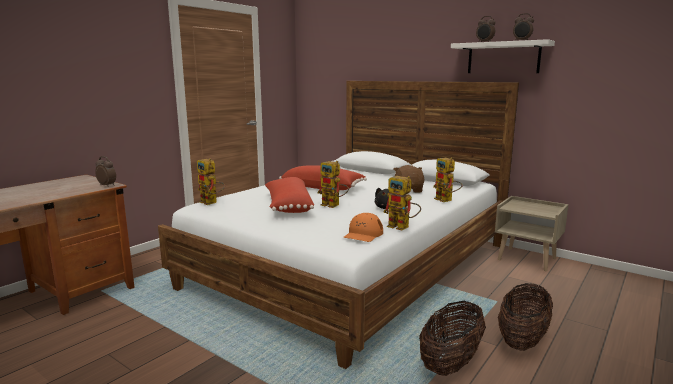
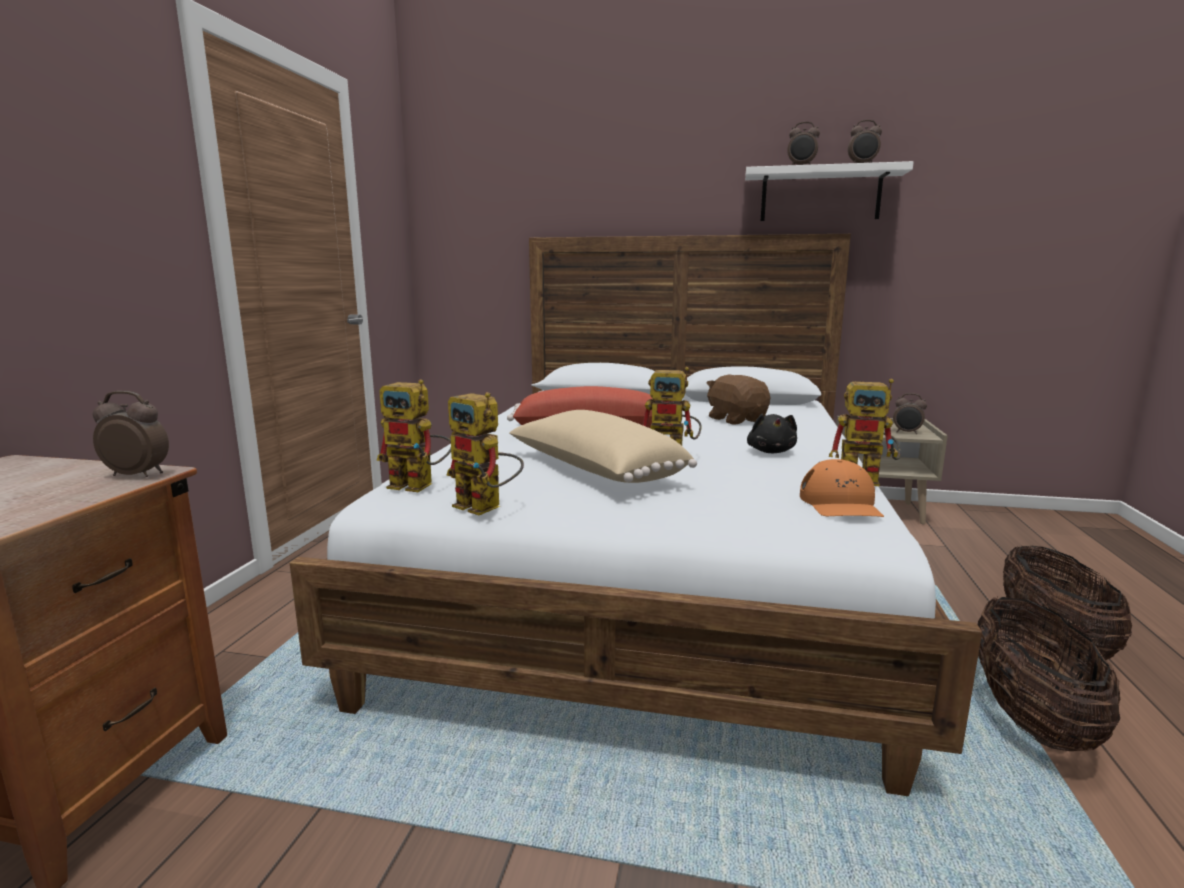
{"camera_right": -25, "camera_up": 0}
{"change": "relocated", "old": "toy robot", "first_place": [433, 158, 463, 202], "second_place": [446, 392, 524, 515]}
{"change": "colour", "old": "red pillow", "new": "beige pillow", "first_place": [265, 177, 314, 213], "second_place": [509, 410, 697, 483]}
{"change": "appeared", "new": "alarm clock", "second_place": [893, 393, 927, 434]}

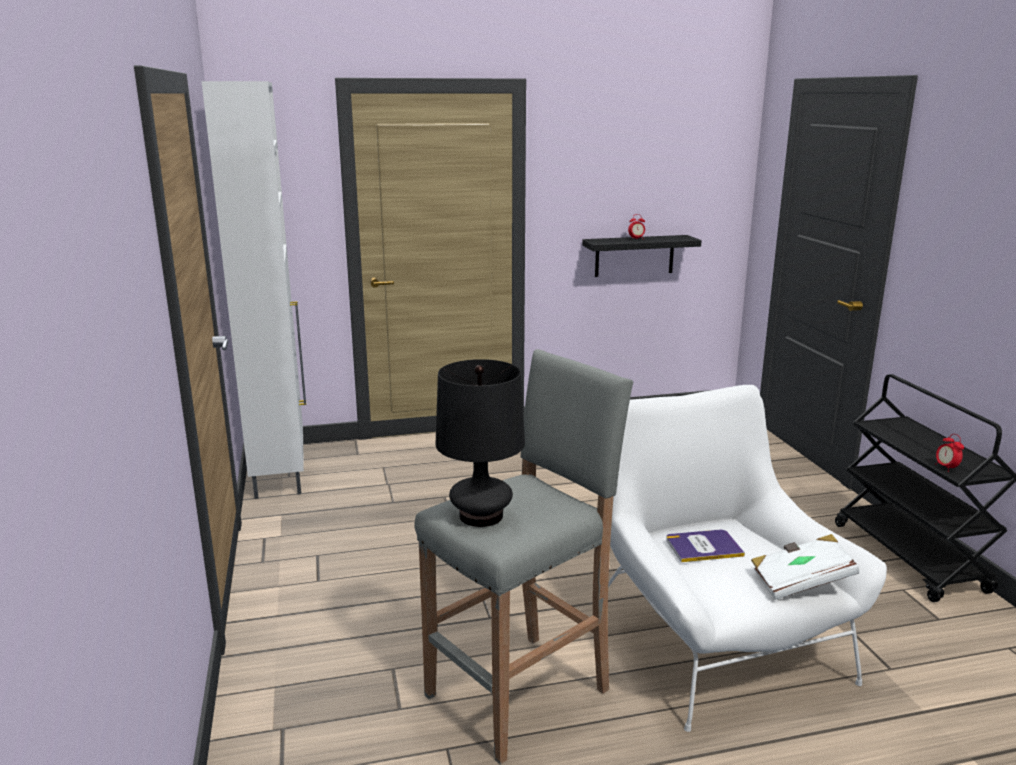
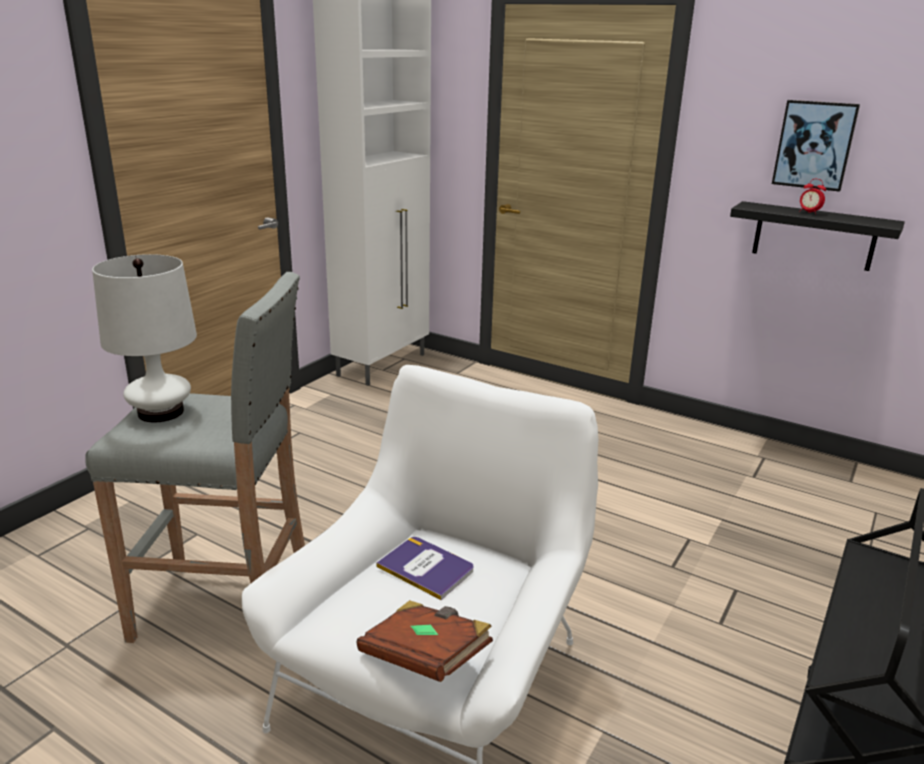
{"camera_right": 45, "camera_up": 5}
{"change": "colour", "old": "black table lamp", "new": "white table lamp", "first_place": [435, 359, 525, 527], "second_place": [92, 254, 197, 422]}
{"change": "missing", "old": "alarm clock", "first_place": [935, 434, 964, 472]}
{"change": "colour", "old": "white book", "new": "brown book", "first_place": [751, 534, 859, 600], "second_place": [357, 600, 493, 682]}
{"change": "appeared", "new": "picture", "second_place": [772, 100, 860, 192]}

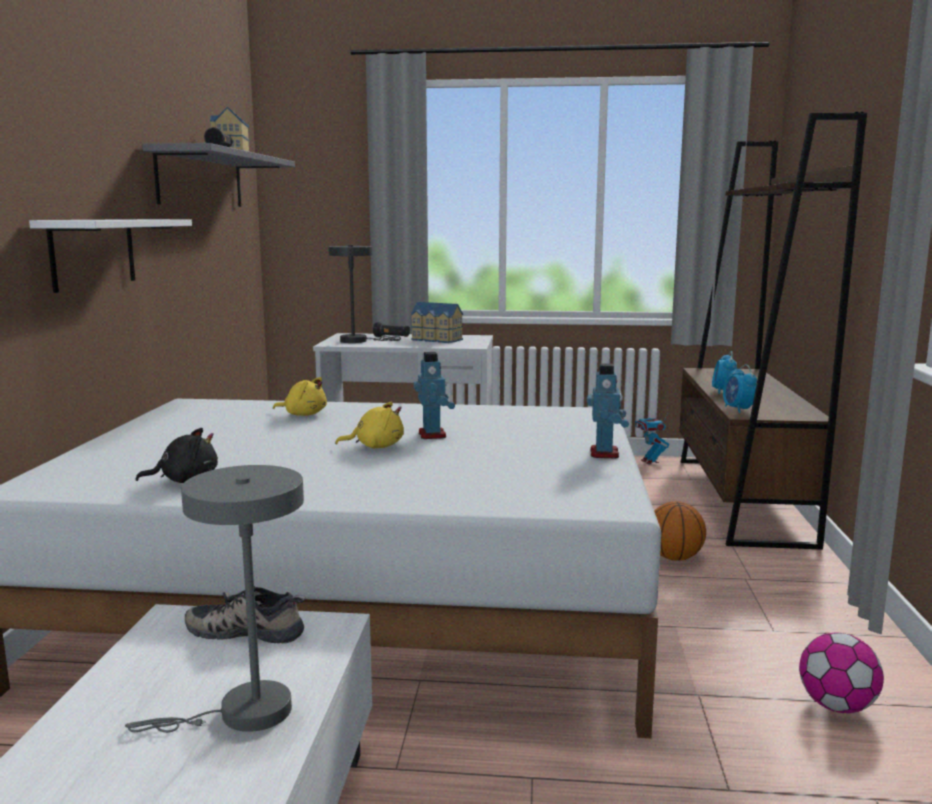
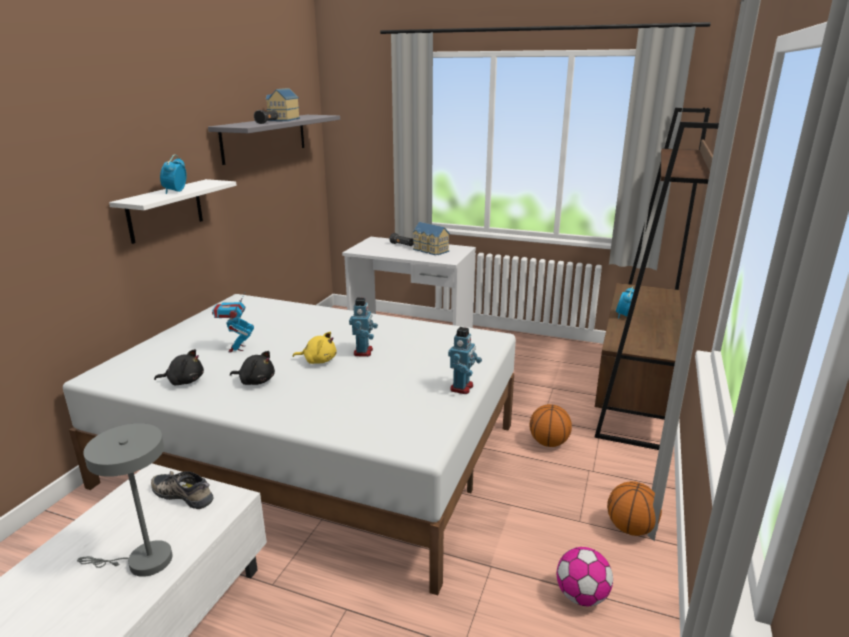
{"camera_right": 15, "camera_up": 10}
{"change": "missing", "old": "grey table lamp", "first_place": [328, 245, 401, 343]}
{"change": "relocated", "old": "alarm clock", "first_place": [723, 365, 757, 413], "second_place": [160, 154, 187, 194]}
{"change": "missing", "old": "yellow plush toy", "first_place": [273, 377, 327, 416]}
{"change": "relocated", "old": "toy robot", "first_place": [635, 414, 669, 464], "second_place": [212, 293, 254, 352]}
{"change": "appeared", "new": "black plush toy", "second_place": [230, 351, 275, 385]}
{"change": "appeared", "new": "basketball", "second_place": [607, 481, 662, 536]}

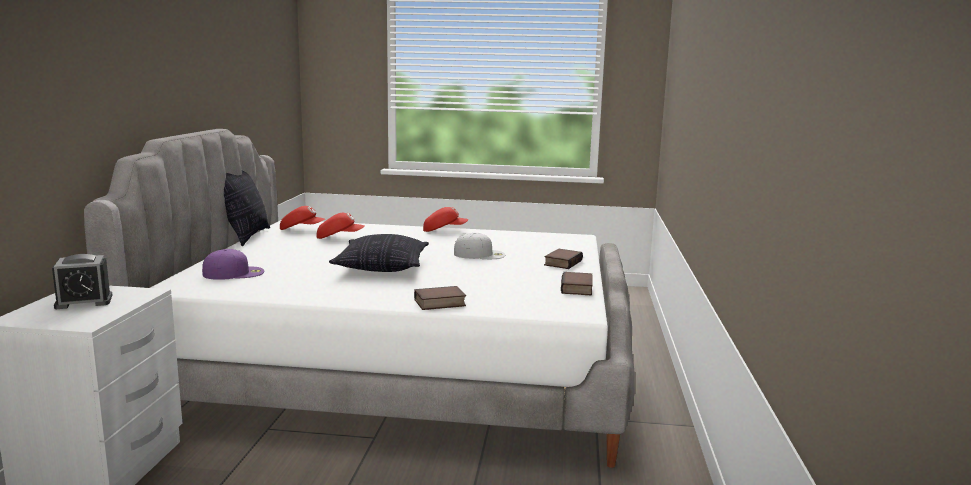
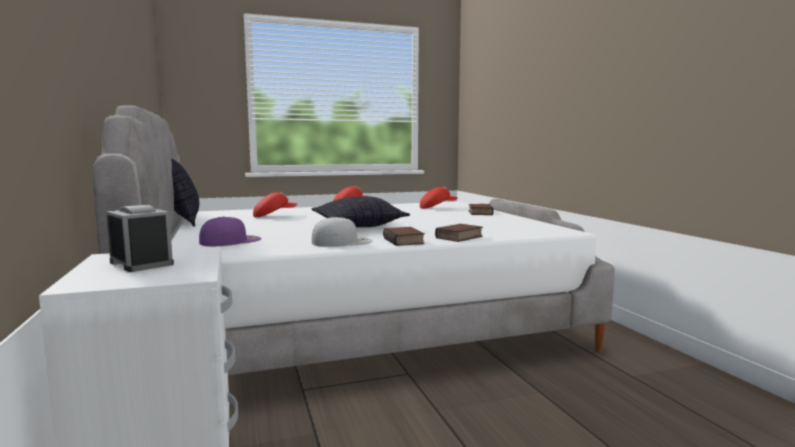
{"camera_right": -25, "camera_up": -5}
{"change": "relocated", "old": "red cap", "first_place": [280, 206, 325, 230], "second_place": [420, 187, 458, 209]}
{"change": "relocated", "old": "white cap", "first_place": [454, 233, 505, 259], "second_place": [312, 217, 372, 247]}
{"change": "spun", "old": "alarm clock", "first_place": [52, 254, 113, 309], "second_place": [106, 205, 174, 272], "degrees": -90}
{"change": "relocated", "old": "book", "first_place": [561, 272, 593, 296], "second_place": [383, 227, 425, 246]}

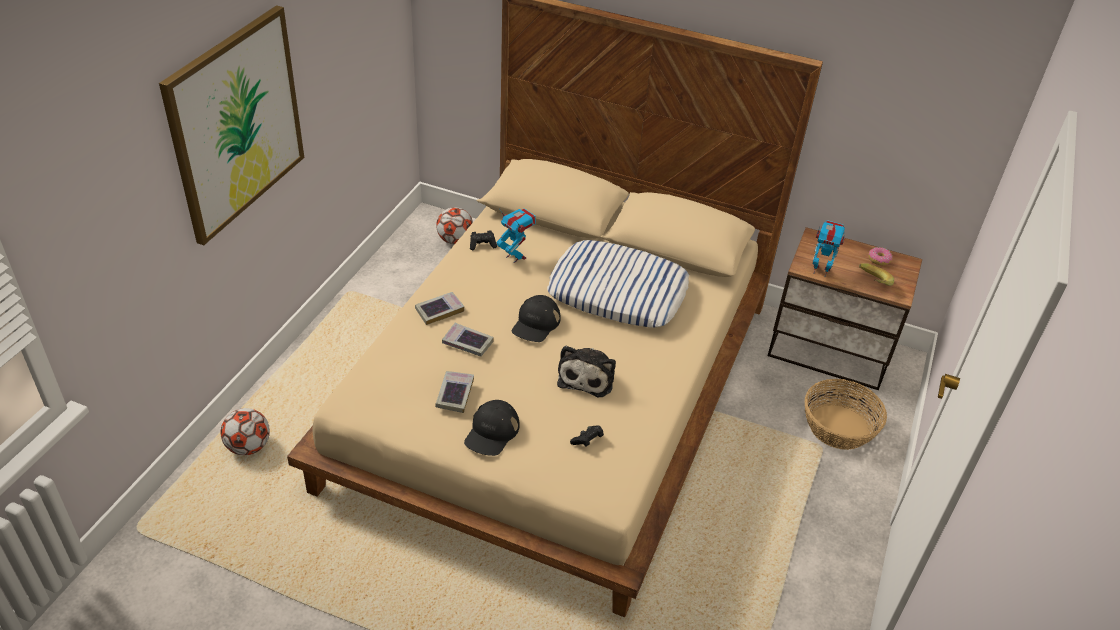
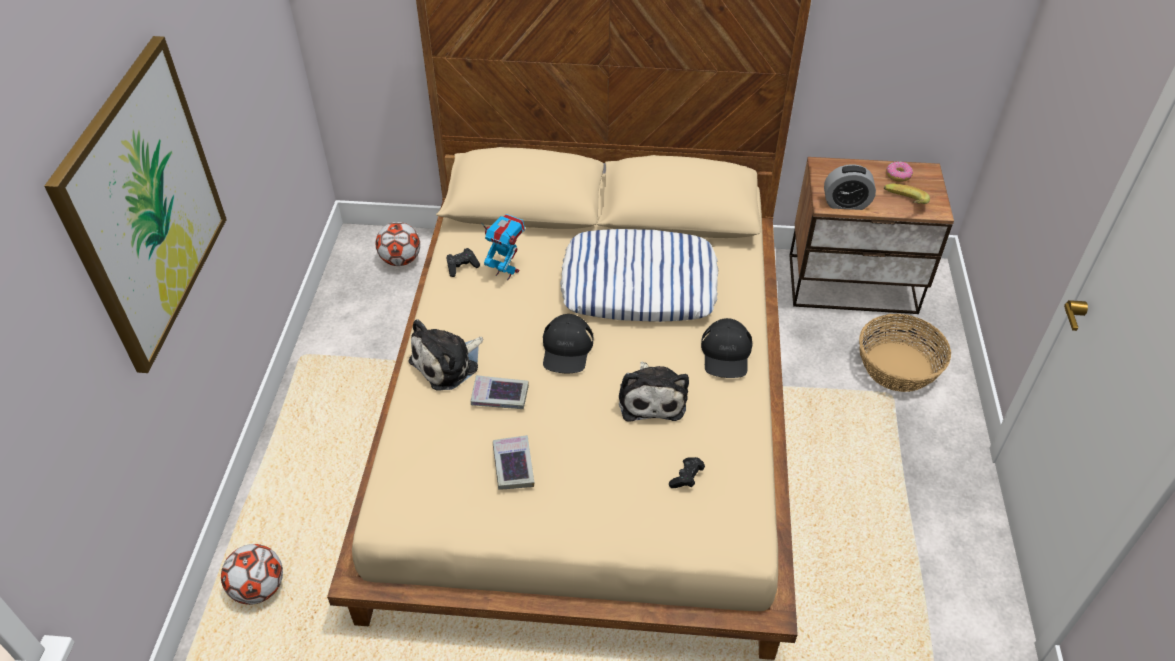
{"camera_right": -15, "camera_up": 5}
{"change": "exchanged", "old": "toy robot", "new": "alarm clock", "first_place": [812, 220, 845, 276], "second_place": [824, 164, 876, 210]}
{"change": "exchanged", "old": "book", "new": "plush toy", "first_place": [415, 292, 464, 325], "second_place": [409, 319, 483, 391]}
{"change": "relocated", "old": "black cap", "first_place": [464, 400, 519, 456], "second_place": [701, 318, 752, 378]}

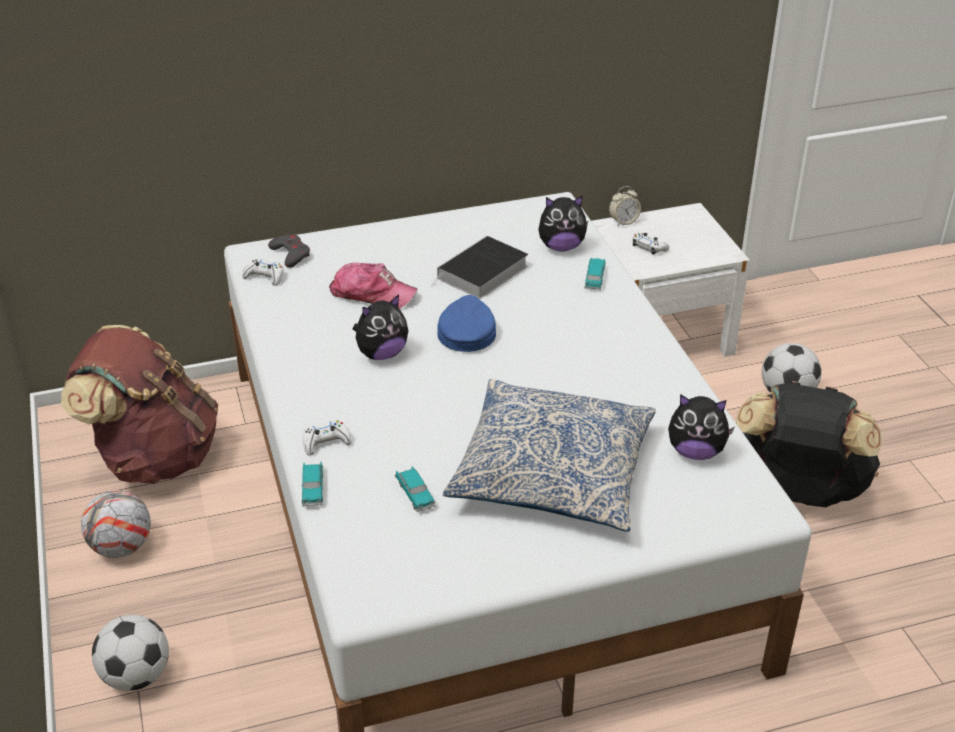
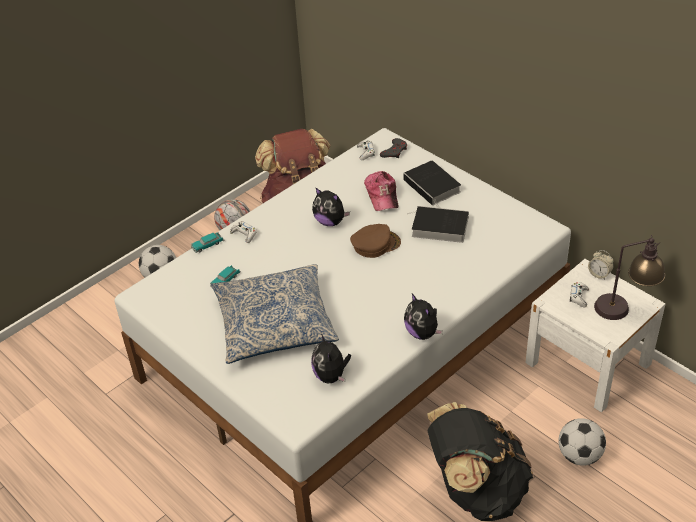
{"camera_right": 65, "camera_up": 5}
{"change": "relocated", "old": "plush toy", "first_place": [538, 195, 588, 252], "second_place": [404, 294, 443, 340]}
{"change": "missing", "old": "toy car", "first_place": [584, 258, 606, 290]}
{"change": "colour", "old": "blue cap", "new": "brown cap", "first_place": [437, 295, 496, 352], "second_place": [350, 224, 401, 258]}
{"change": "appeared", "new": "book", "second_place": [403, 161, 461, 208]}
{"change": "appeared", "new": "table lamp", "second_place": [594, 235, 665, 320]}

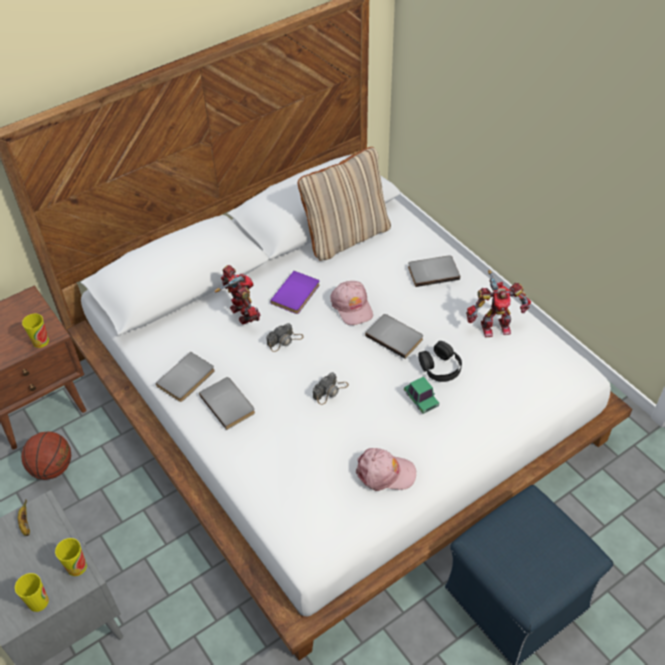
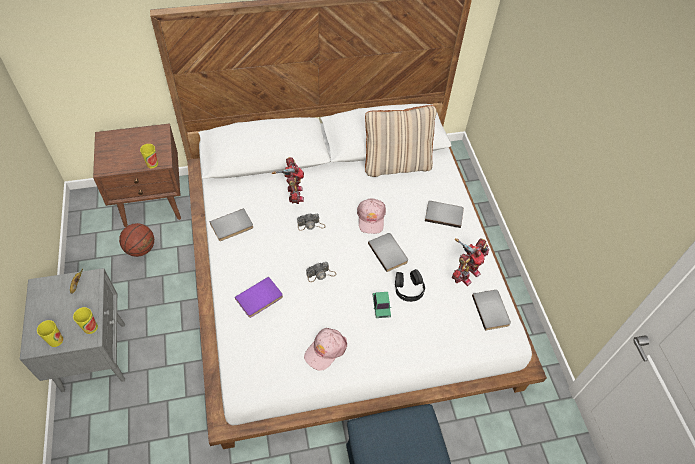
{"camera_right": 20, "camera_up": 5}
{"change": "spun", "old": "toy robot", "first_place": [466, 270, 531, 337], "second_place": [452, 238, 489, 286], "degrees": -60}
{"change": "relocated", "old": "purple book", "first_place": [270, 271, 320, 314], "second_place": [235, 277, 283, 318]}
{"change": "relocated", "old": "grey book", "first_place": [199, 377, 255, 430], "second_place": [472, 290, 511, 331]}
{"change": "spun", "old": "pink cap", "first_place": [356, 448, 416, 491], "second_place": [304, 328, 347, 371], "degrees": 105}

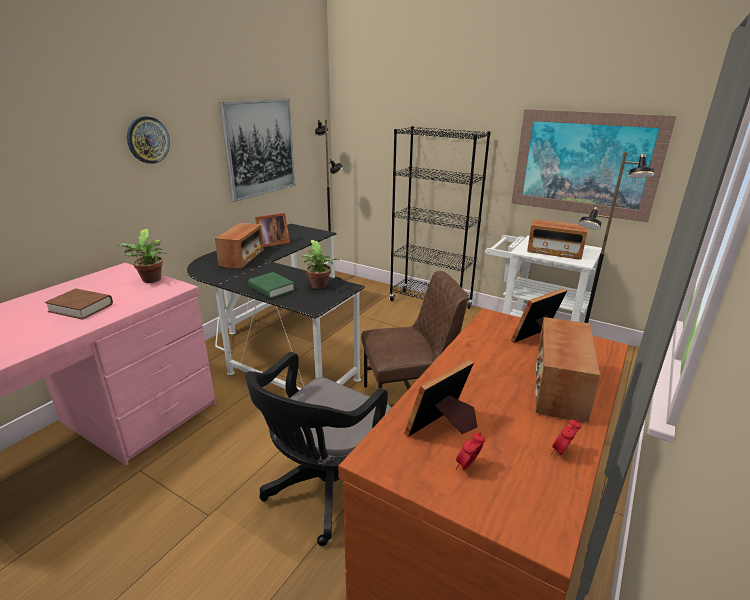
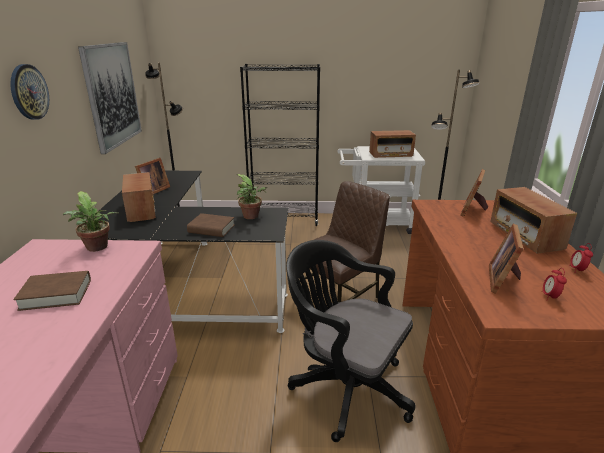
{"camera_right": -30, "camera_up": 0}
{"change": "missing", "old": "picture", "first_place": [512, 109, 676, 222]}
{"change": "colour", "old": "green book", "new": "brown book", "first_place": [248, 272, 295, 299], "second_place": [187, 213, 235, 237]}
{"change": "spun", "old": "black office chair", "first_place": [245, 352, 392, 546], "second_place": [286, 240, 416, 442], "degrees": 120}

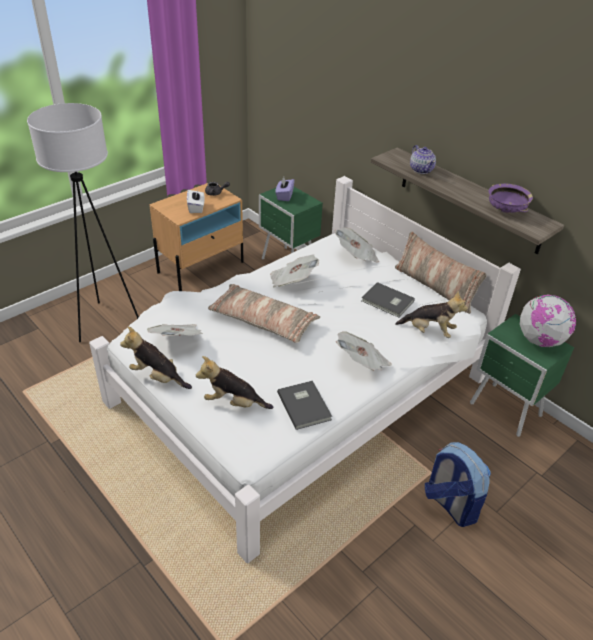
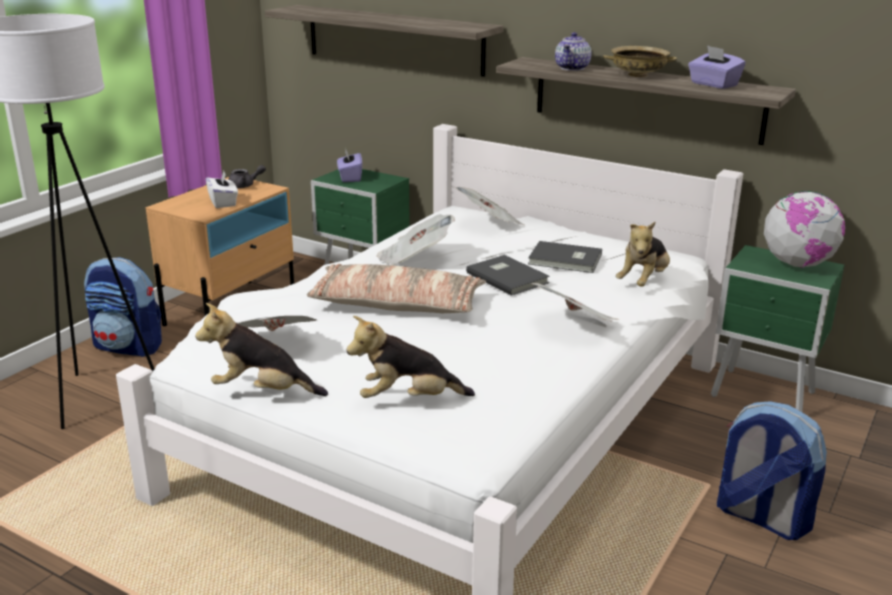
{"camera_right": -15, "camera_up": -15}
{"change": "spun", "old": "teapot", "first_place": [410, 145, 436, 174], "second_place": [555, 32, 591, 71], "degrees": 60}
{"change": "exchanged", "old": "purple bowl", "new": "purple tissue box", "first_place": [489, 183, 533, 213], "second_place": [688, 45, 746, 89]}
{"change": "missing", "old": "pillow", "first_place": [395, 232, 486, 314]}
{"change": "spun", "old": "plush toy", "first_place": [395, 291, 468, 338], "second_place": [615, 222, 670, 286], "degrees": 120}
{"change": "relocated", "old": "grey book", "first_place": [277, 381, 332, 430], "second_place": [466, 255, 550, 296]}
{"change": "appeared", "new": "shelf", "second_place": [265, 5, 504, 77]}
{"change": "appeared", "new": "beige bowl", "second_place": [603, 46, 677, 77]}
{"change": "appeared", "new": "backpack", "second_place": [84, 257, 162, 357]}

